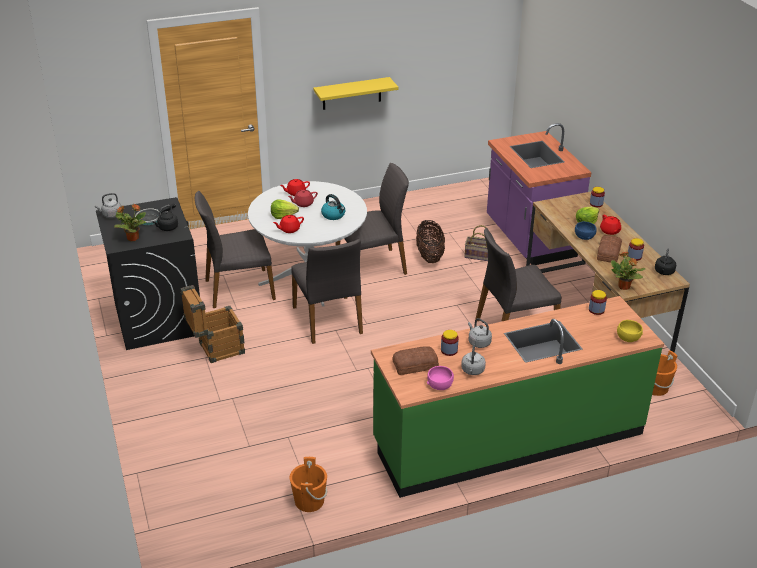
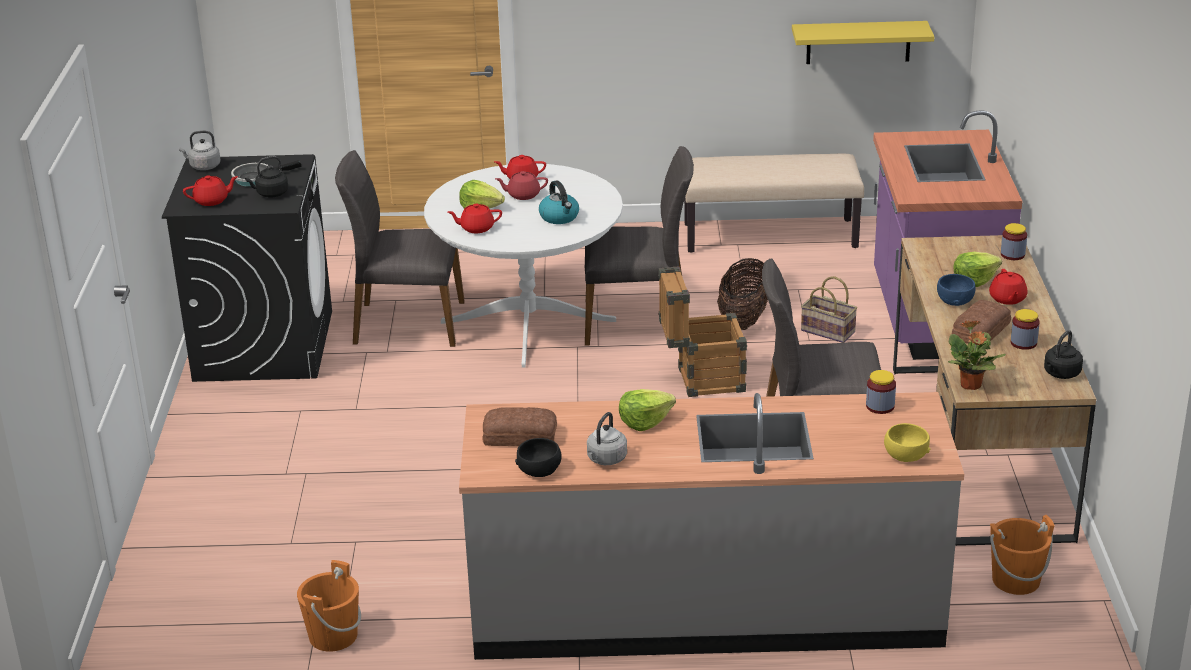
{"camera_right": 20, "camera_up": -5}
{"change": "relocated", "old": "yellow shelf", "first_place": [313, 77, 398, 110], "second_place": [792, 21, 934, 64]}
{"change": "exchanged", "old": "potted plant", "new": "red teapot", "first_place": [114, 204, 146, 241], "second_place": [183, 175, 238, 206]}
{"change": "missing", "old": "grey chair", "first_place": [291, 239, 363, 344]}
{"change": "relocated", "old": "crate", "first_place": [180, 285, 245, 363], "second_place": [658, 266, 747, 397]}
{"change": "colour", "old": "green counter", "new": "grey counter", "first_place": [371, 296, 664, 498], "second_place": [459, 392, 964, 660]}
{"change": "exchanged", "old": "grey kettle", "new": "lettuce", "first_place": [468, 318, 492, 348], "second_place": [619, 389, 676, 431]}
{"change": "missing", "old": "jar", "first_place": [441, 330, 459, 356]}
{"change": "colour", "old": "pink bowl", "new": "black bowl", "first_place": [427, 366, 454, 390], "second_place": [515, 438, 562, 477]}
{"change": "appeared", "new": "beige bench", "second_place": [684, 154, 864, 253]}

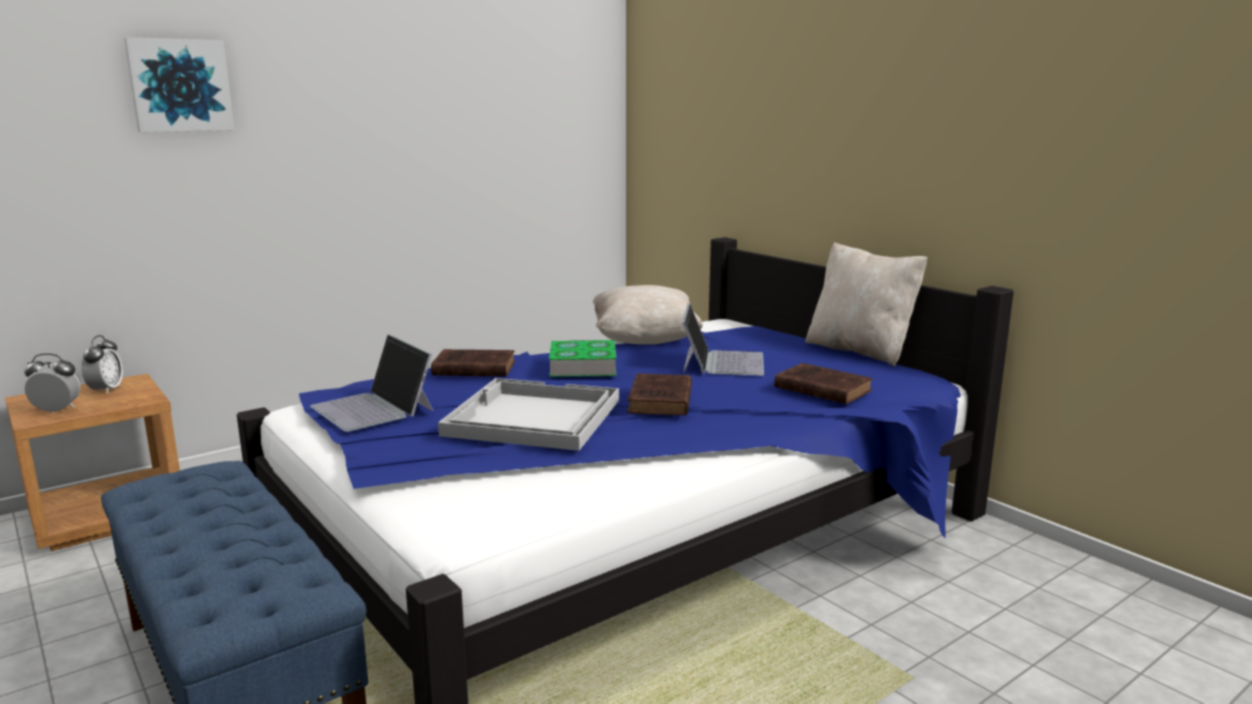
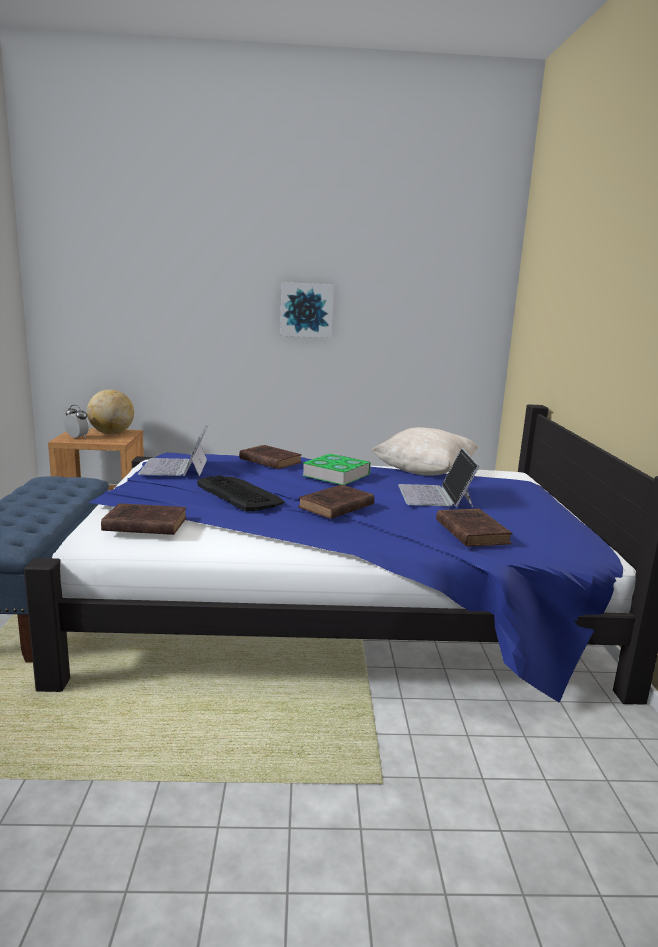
{"camera_right": 35, "camera_up": 0}
{"change": "relocated", "old": "picture", "first_place": [124, 37, 234, 132], "second_place": [280, 282, 334, 338]}
{"change": "missing", "old": "beige pillow", "first_place": [805, 242, 927, 367]}
{"change": "spun", "old": "laptop", "first_place": [682, 303, 764, 376], "second_place": [398, 448, 480, 507], "degrees": 135}
{"change": "exchanged", "old": "alarm clock", "new": "globe", "first_place": [81, 335, 123, 394], "second_place": [87, 389, 134, 434]}
{"change": "exchanged", "old": "white tray", "new": "keyboard", "first_place": [438, 378, 619, 451], "second_place": [197, 475, 284, 512]}
{"change": "appeared", "new": "brown book", "second_place": [101, 503, 187, 535]}

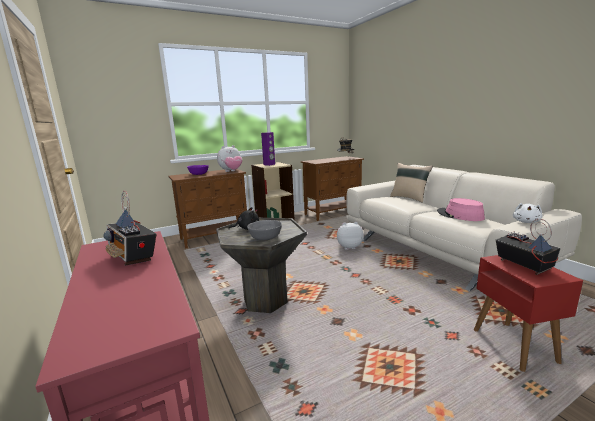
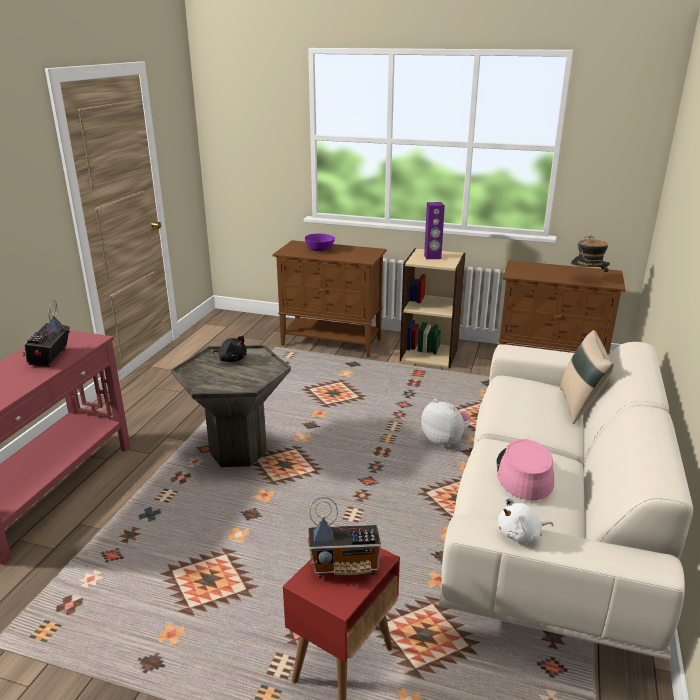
{"camera_right": 45, "camera_up": 10}
{"change": "missing", "old": "plush toy", "first_place": [217, 145, 242, 172]}
{"change": "spun", "old": "radio", "first_place": [496, 219, 560, 275], "second_place": [308, 497, 381, 578], "degrees": 60}
{"change": "missing", "old": "grey bowl", "first_place": [247, 220, 282, 241]}

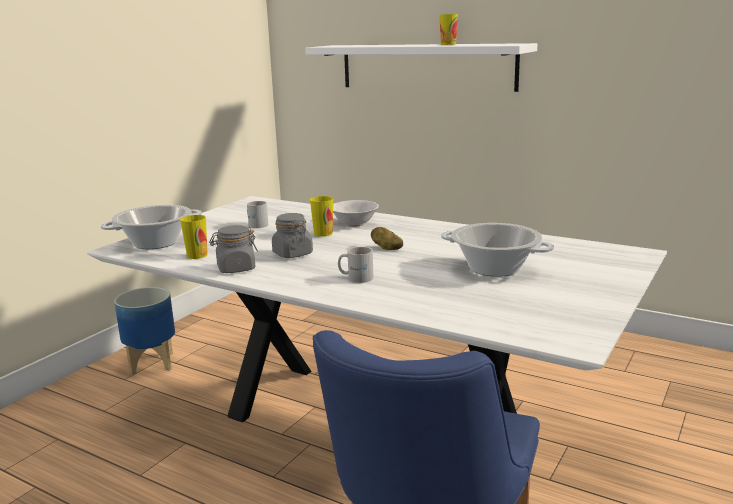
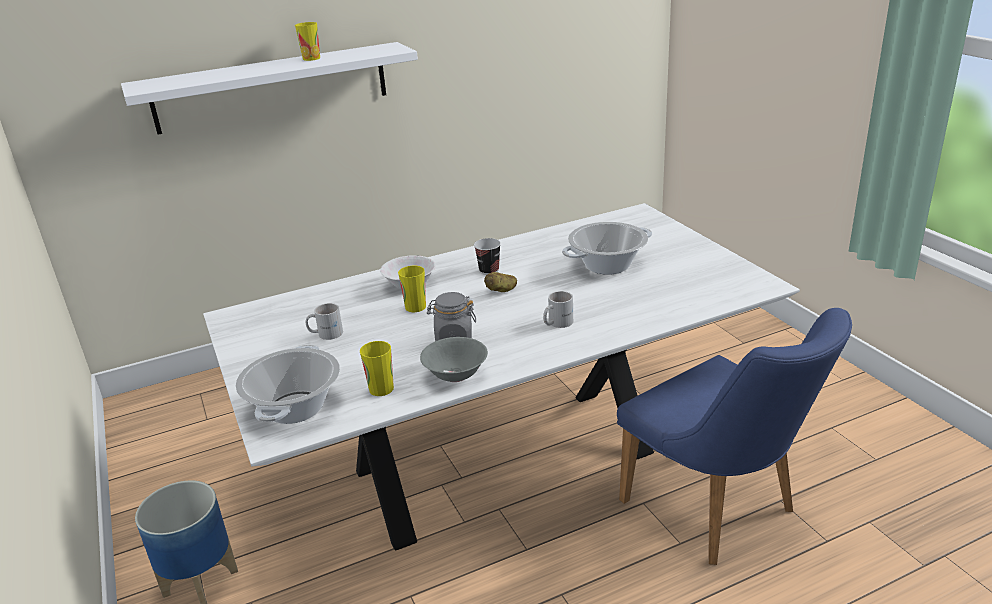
{"camera_right": -55, "camera_up": 10}
{"change": "exchanged", "old": "grey jar", "new": "grey bowl", "first_place": [209, 225, 258, 273], "second_place": [420, 337, 488, 382]}
{"change": "appeared", "new": "cup", "second_place": [474, 238, 501, 275]}

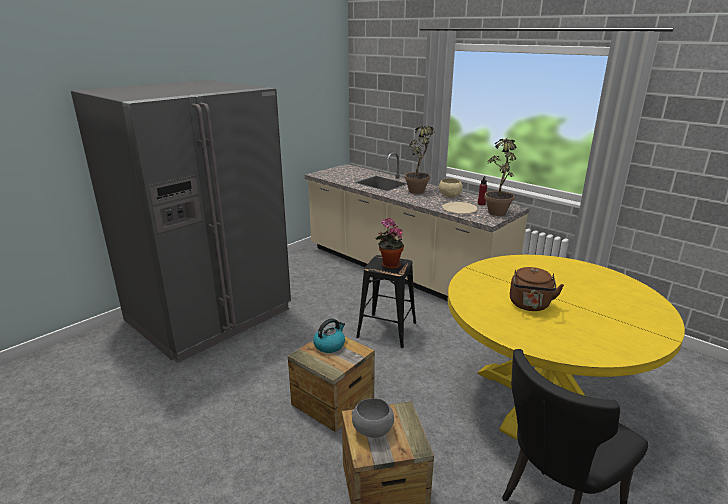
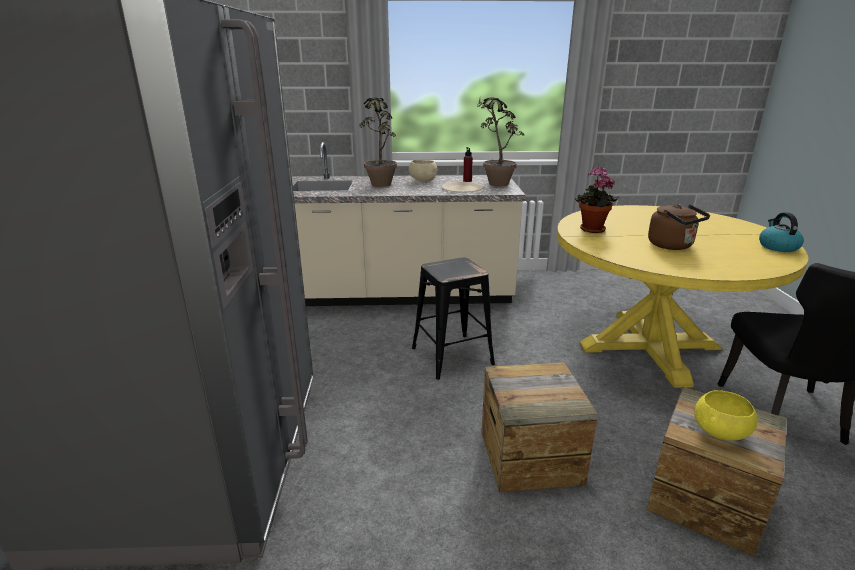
{"camera_right": -45, "camera_up": 0}
{"change": "relocated", "old": "potted plant", "first_place": [376, 218, 404, 269], "second_place": [575, 166, 619, 233]}
{"change": "relocated", "old": "kettle", "first_place": [313, 318, 345, 353], "second_place": [759, 212, 804, 252]}
{"change": "colour", "old": "grey bowl", "new": "yellow bowl", "first_place": [352, 398, 394, 438], "second_place": [694, 390, 757, 440]}

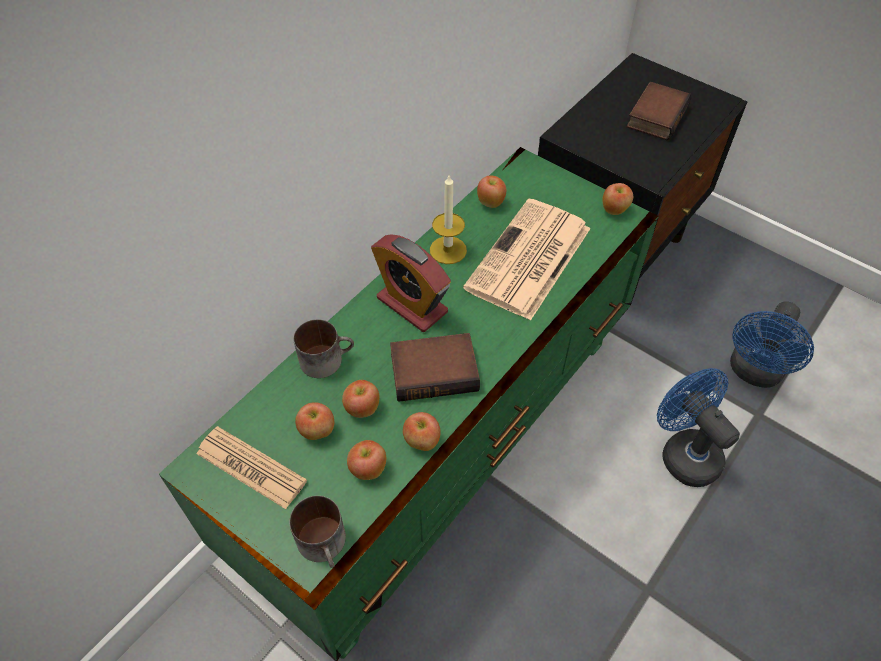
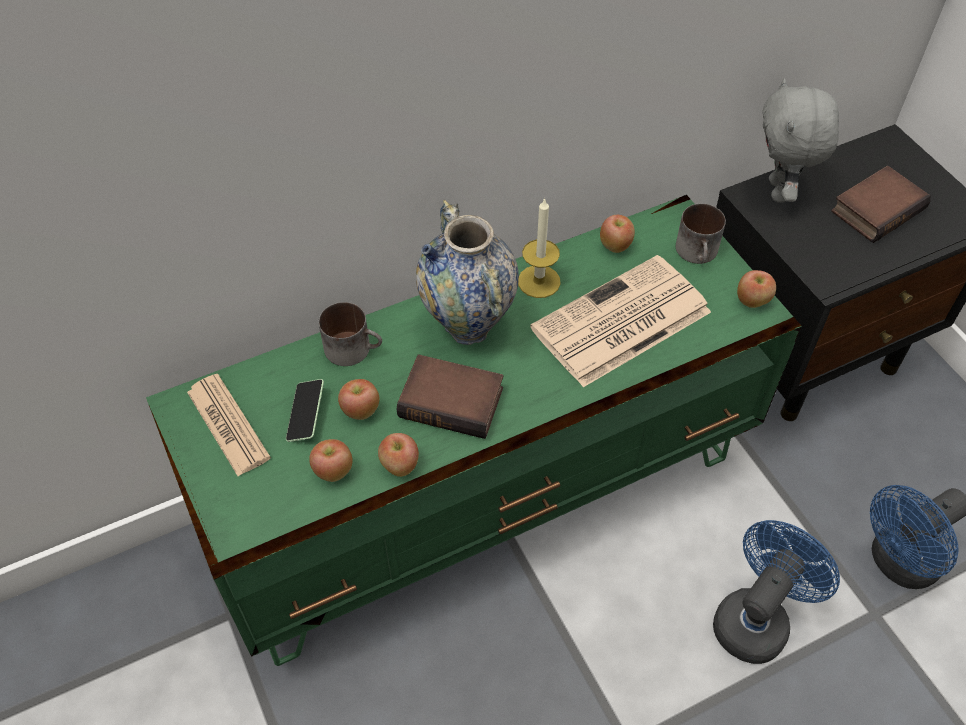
{"camera_right": 25, "camera_up": 0}
{"change": "exchanged", "old": "alarm clock", "new": "vase", "first_place": [371, 235, 451, 332], "second_place": [416, 200, 519, 345]}
{"change": "spun", "old": "blue fan", "first_place": [657, 368, 740, 487], "second_place": [713, 520, 840, 664], "degrees": 45}
{"change": "exchanged", "old": "apple", "new": "phone", "first_place": [295, 402, 334, 440], "second_place": [286, 379, 324, 442]}
{"change": "relocated", "old": "mug", "first_place": [289, 496, 346, 568], "second_place": [676, 203, 726, 264]}
{"change": "appeared", "new": "grey plush toy", "second_place": [762, 78, 839, 203]}

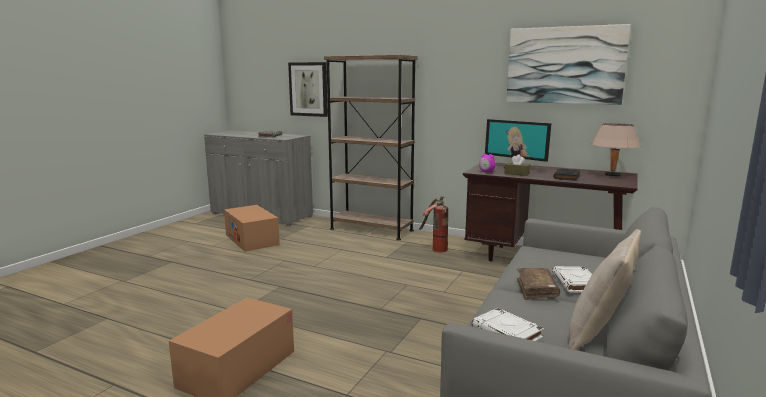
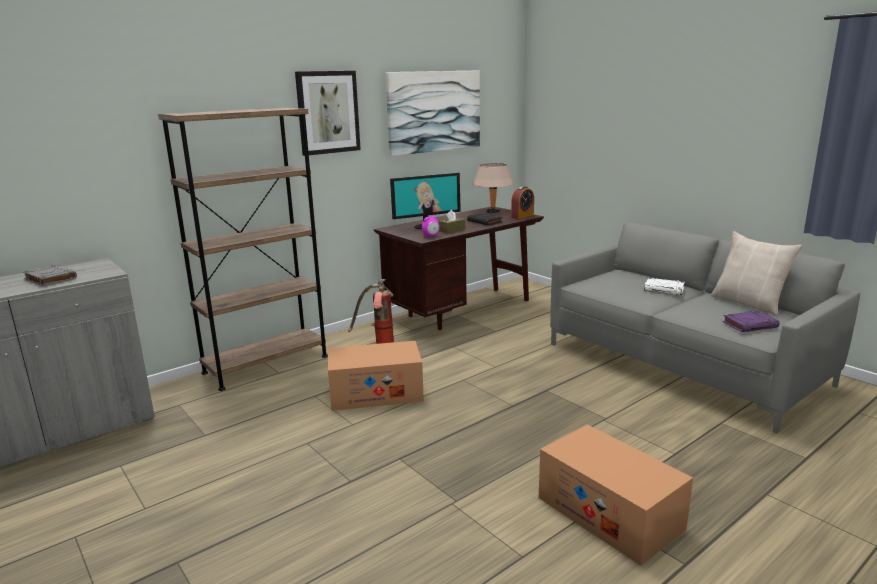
{"camera_right": -65, "camera_up": 5}
{"change": "relocated", "old": "picture", "first_place": [288, 62, 328, 117], "second_place": [295, 71, 361, 156]}
{"change": "relocated", "old": "cardboard box", "first_place": [224, 205, 280, 252], "second_place": [328, 341, 424, 411]}
{"change": "missing", "old": "brown book", "first_place": [517, 268, 560, 300]}
{"change": "colour", "old": "white book", "new": "purple book", "first_place": [472, 308, 544, 341], "second_place": [723, 311, 779, 332]}
{"change": "appeared", "new": "alarm clock", "second_place": [511, 186, 534, 219]}

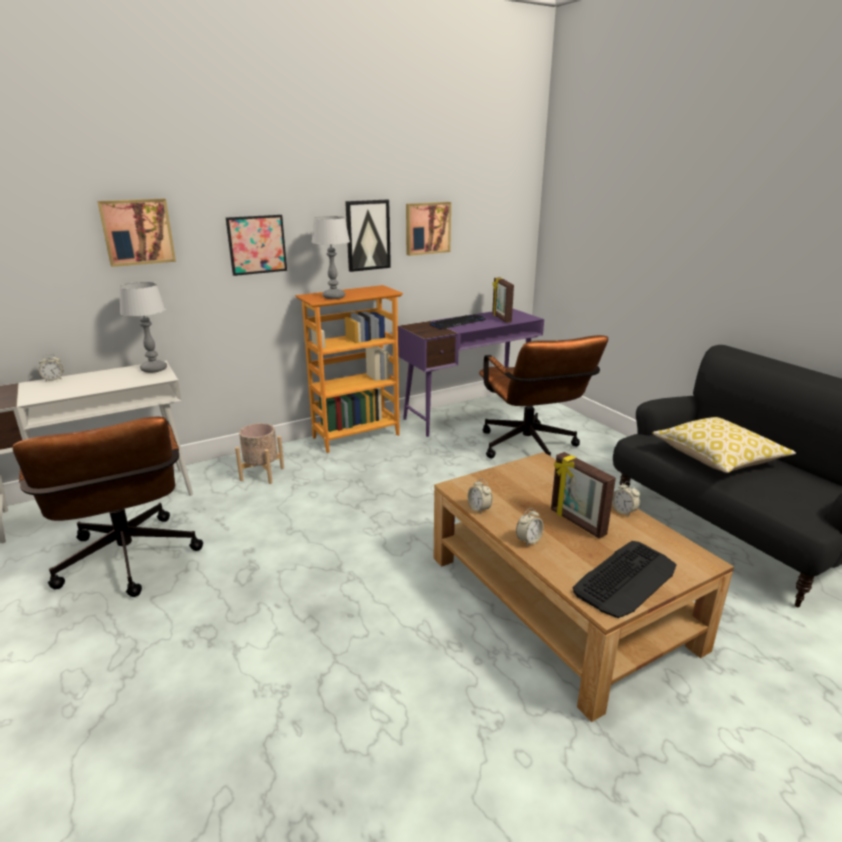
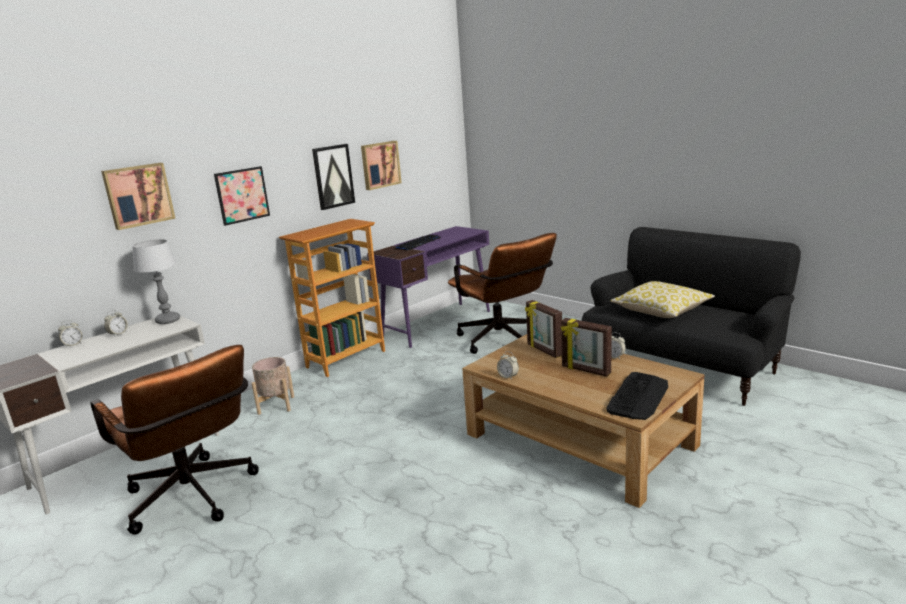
{"camera_right": -15, "camera_up": -5}
{"change": "missing", "old": "table lamp", "first_place": [312, 216, 350, 299]}
{"change": "relocated", "old": "picture frame", "first_place": [492, 278, 514, 323], "second_place": [525, 300, 562, 358]}
{"change": "relocated", "old": "alarm clock", "first_place": [516, 508, 544, 546], "second_place": [104, 310, 128, 337]}

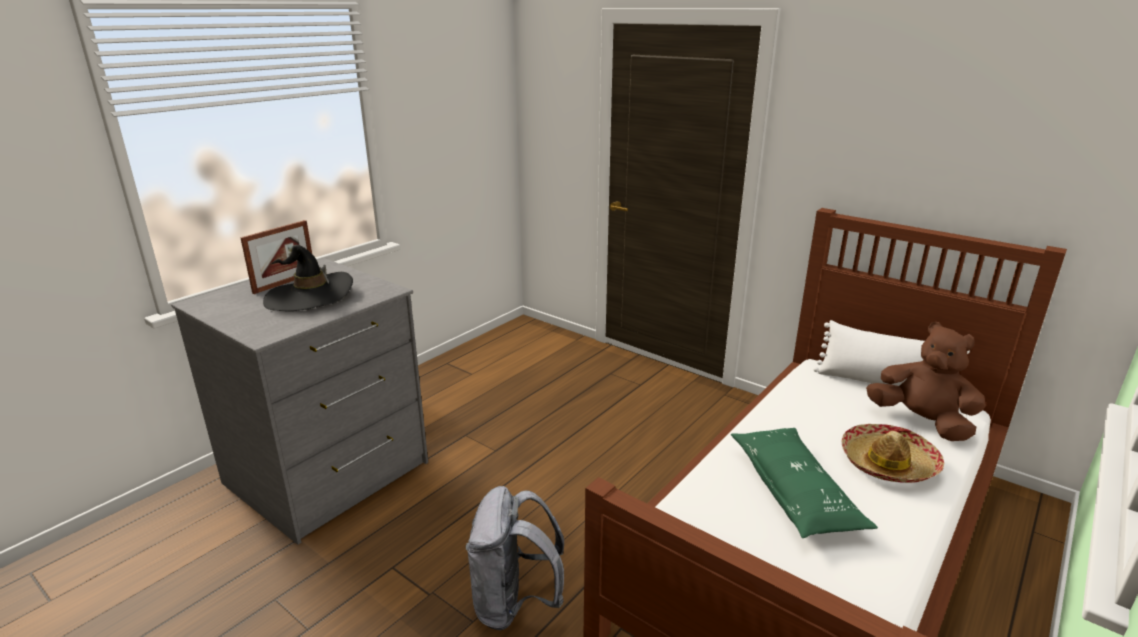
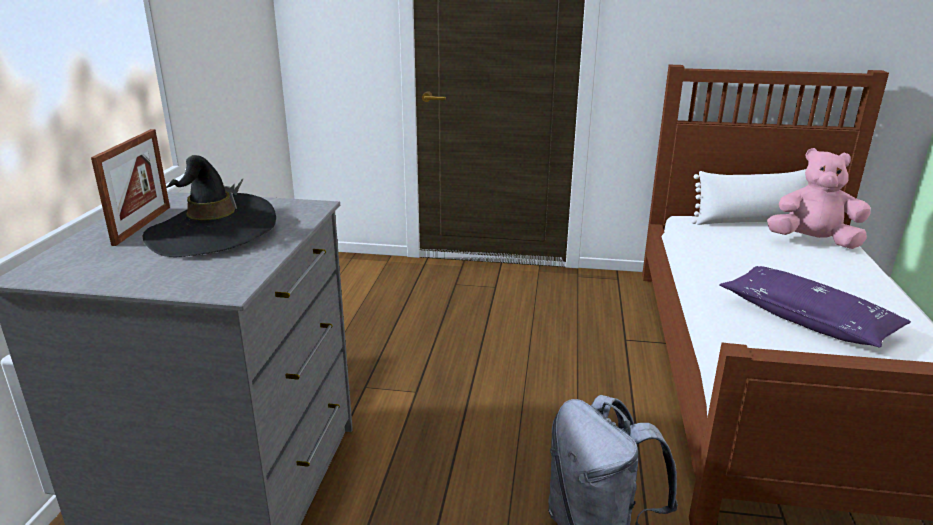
{"camera_right": -30, "camera_up": 0}
{"change": "colour", "old": "brown plush toy", "new": "pink plush toy", "first_place": [866, 322, 986, 441], "second_place": [767, 148, 871, 249]}
{"change": "missing", "old": "hat", "first_place": [842, 424, 944, 483]}
{"change": "colour", "old": "green pillow", "new": "purple pillow", "first_place": [731, 428, 878, 538], "second_place": [719, 266, 911, 347]}

